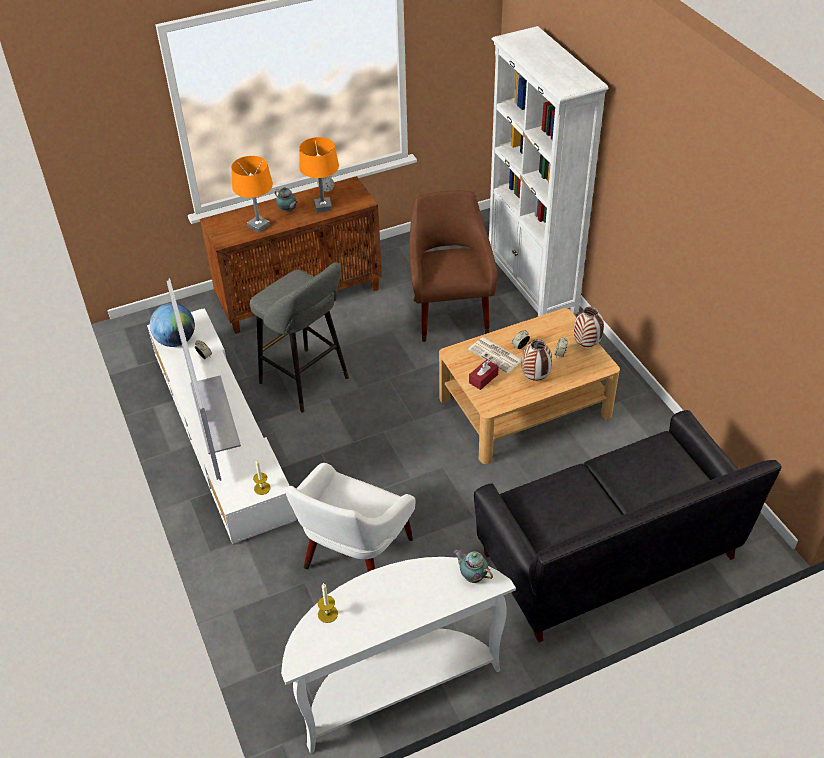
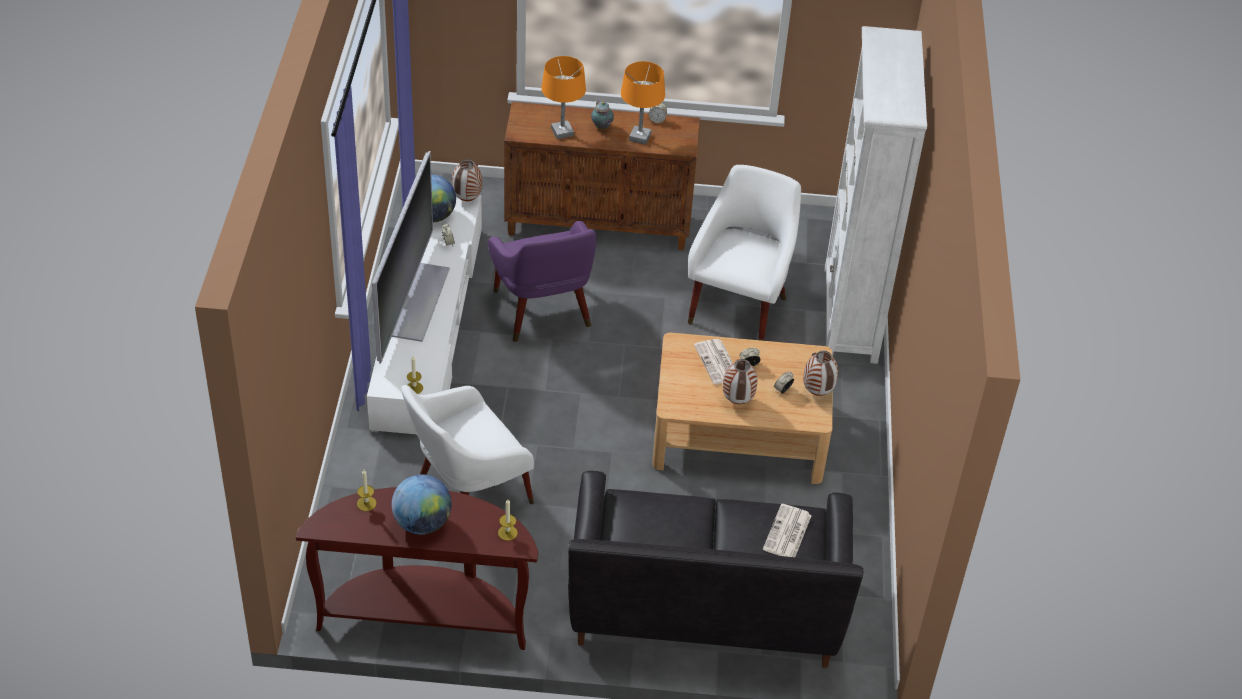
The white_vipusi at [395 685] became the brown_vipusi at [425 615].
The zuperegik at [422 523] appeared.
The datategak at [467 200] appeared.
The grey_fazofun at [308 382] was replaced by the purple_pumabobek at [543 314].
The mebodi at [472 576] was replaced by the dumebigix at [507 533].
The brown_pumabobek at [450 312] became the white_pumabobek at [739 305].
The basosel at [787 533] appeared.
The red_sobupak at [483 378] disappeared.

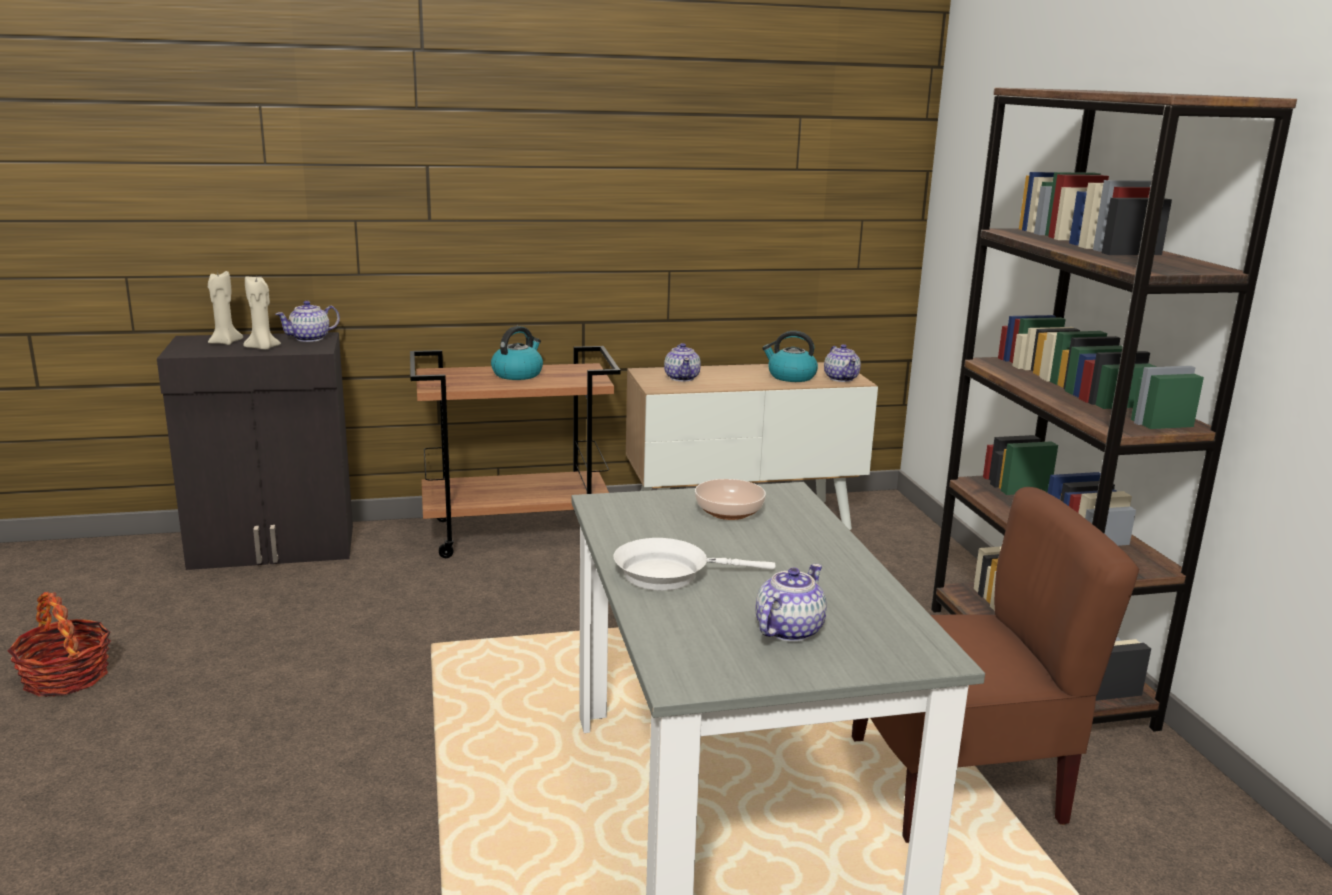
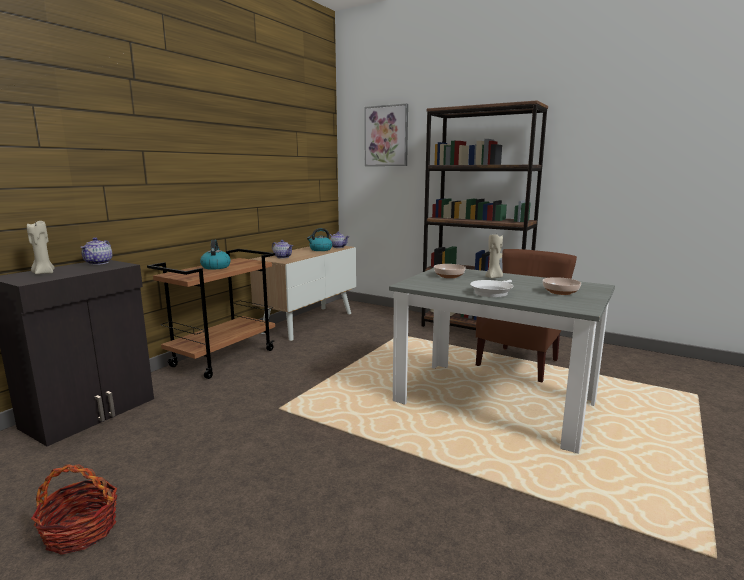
The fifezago at [386 136] appeared.
The beige_dumebigix moved from [263 348] to [493 277].
The mebodi at [787 630] was replaced by the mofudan at [560 292].

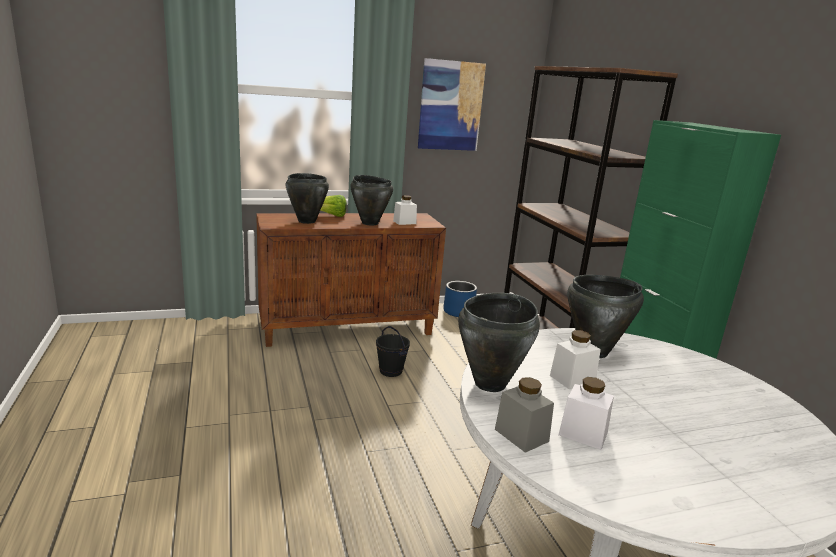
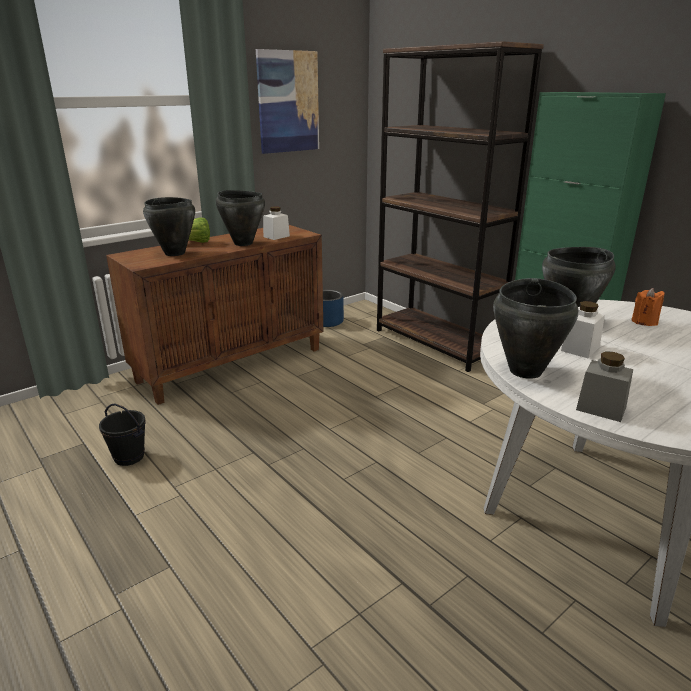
The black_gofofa moved from [391 371] to [129 457].
The orange_dumebigix at [644 322] appeared.
The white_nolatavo at [583 434] disappeared.

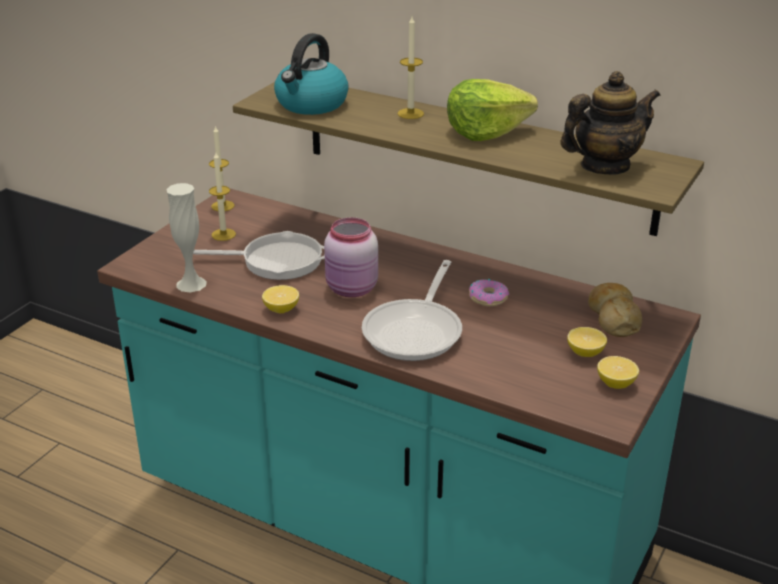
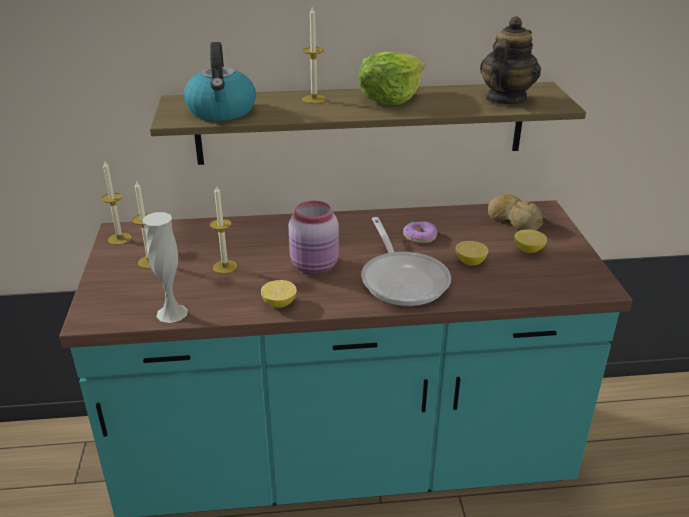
The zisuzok at [276 261] was replaced by the dumebigix at [225 267].
The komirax moved from [615 383] to [470 262].

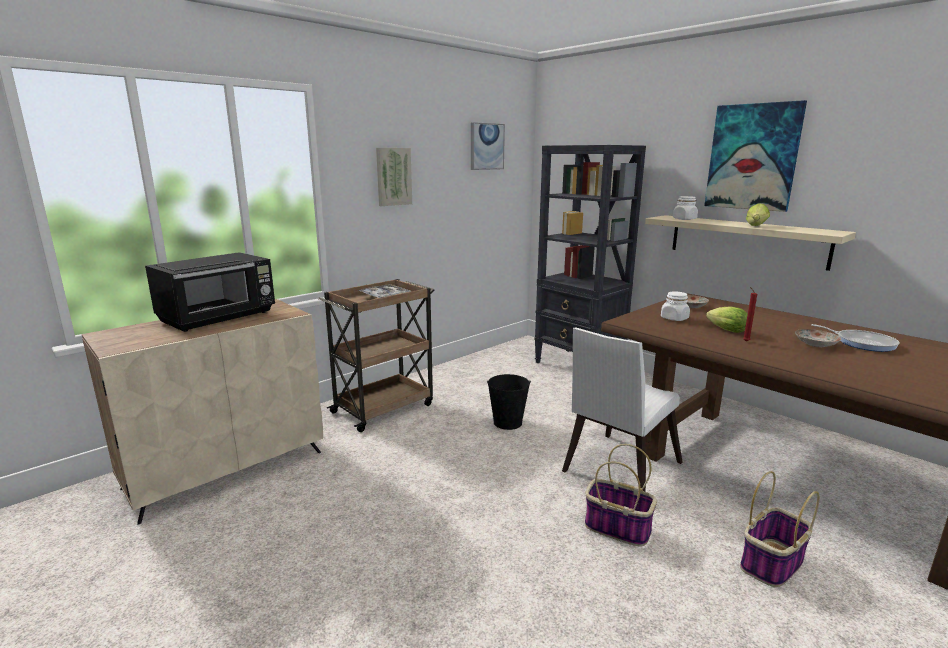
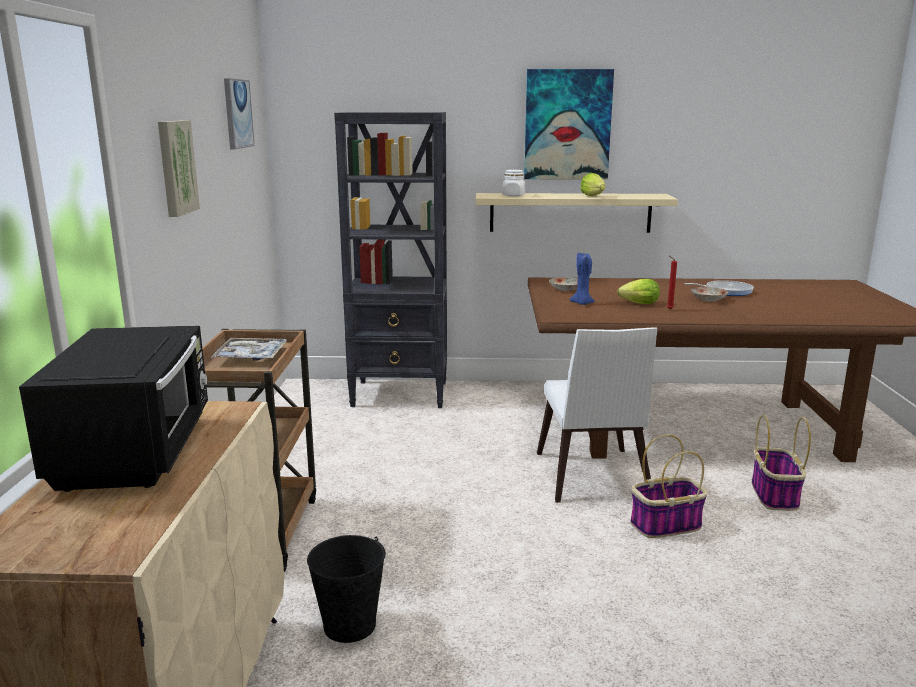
The black_gofofa moved from [507 422] to [349 625].
The white_nolatavo at [674 318] was replaced by the blue_dumebigix at [582 303].

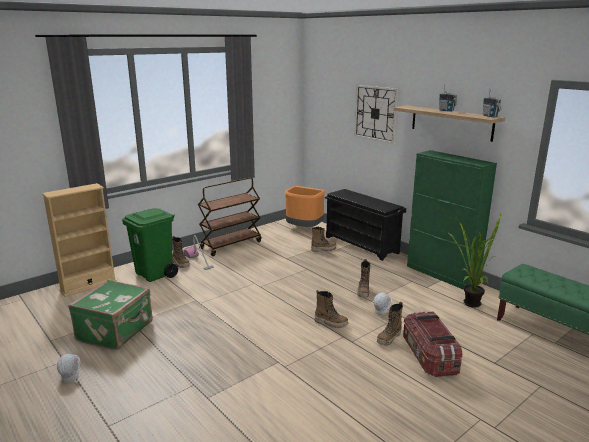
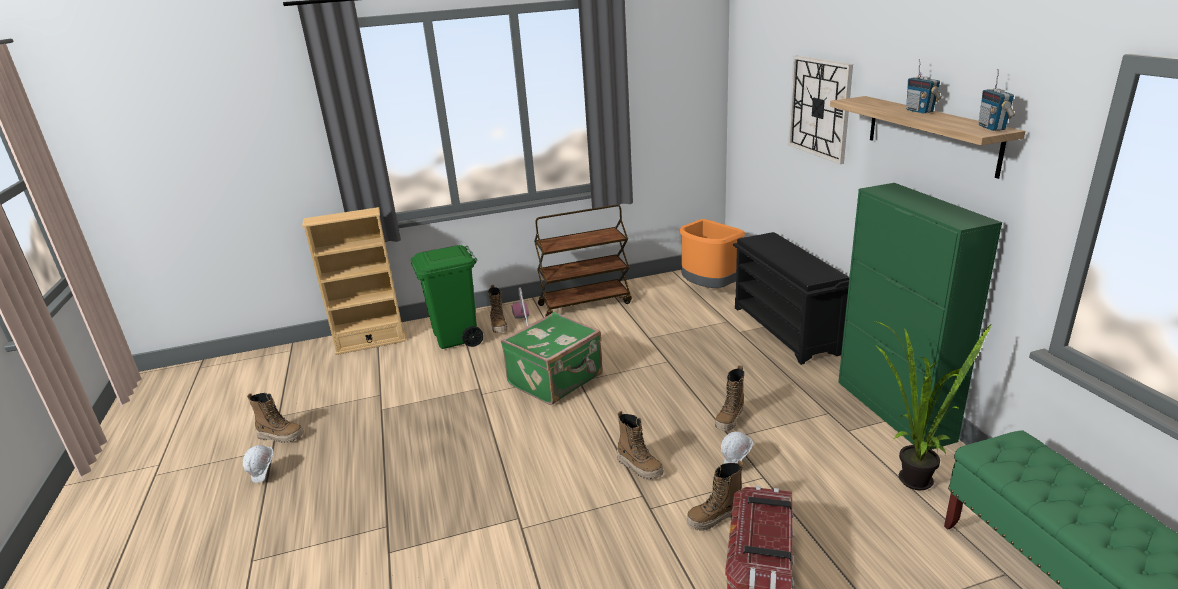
The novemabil moved from [323 249] to [281 436].
The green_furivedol moved from [116 331] to [556 380].

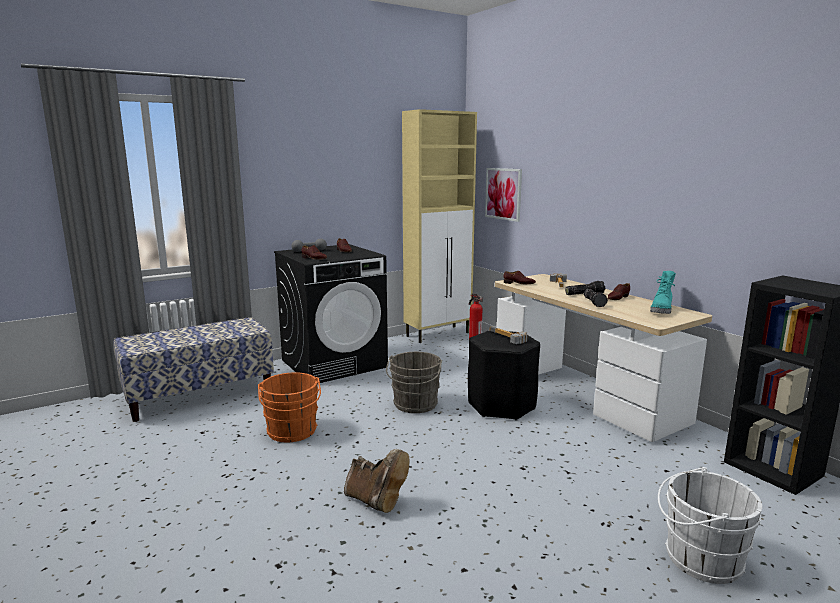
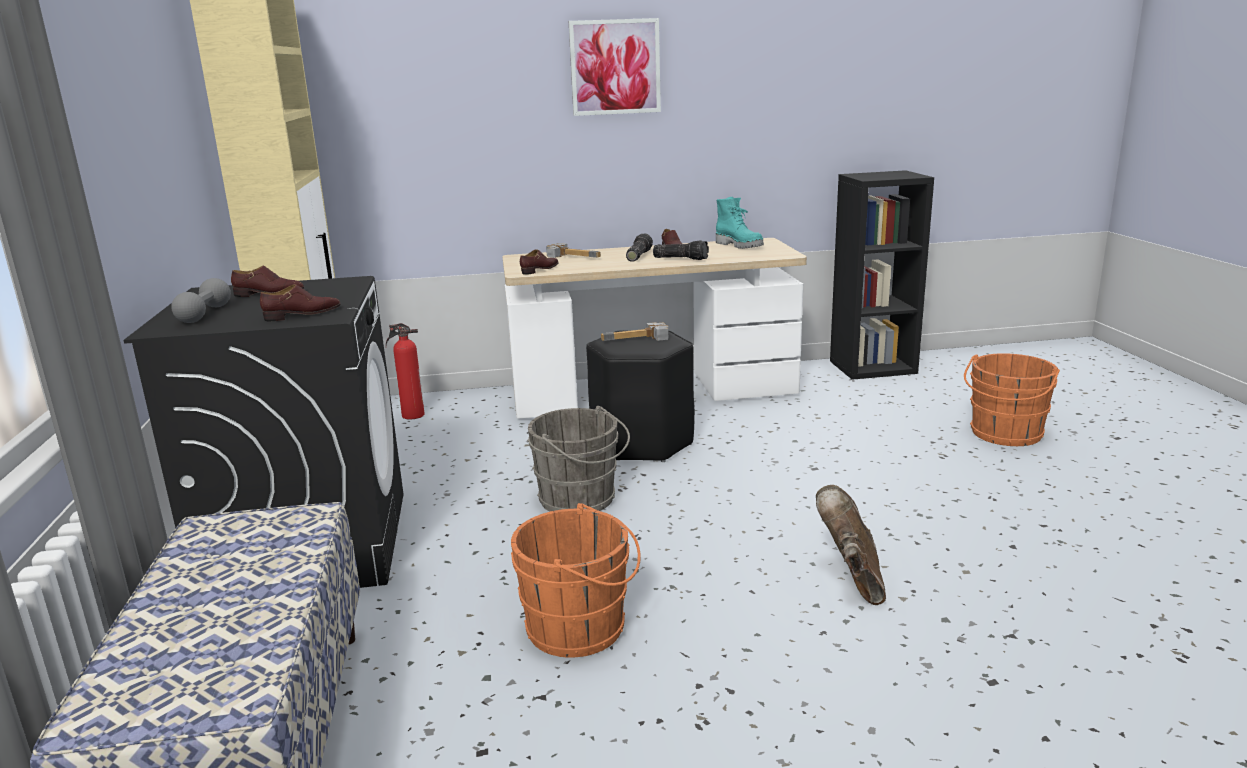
The fifezago moved from [503 194] to [615 67].
The brown_novemabil at [376 501] turned 60 degrees counterclockwise.
The white_gofofa at [698 558] became the orange_gofofa at [1004 435].

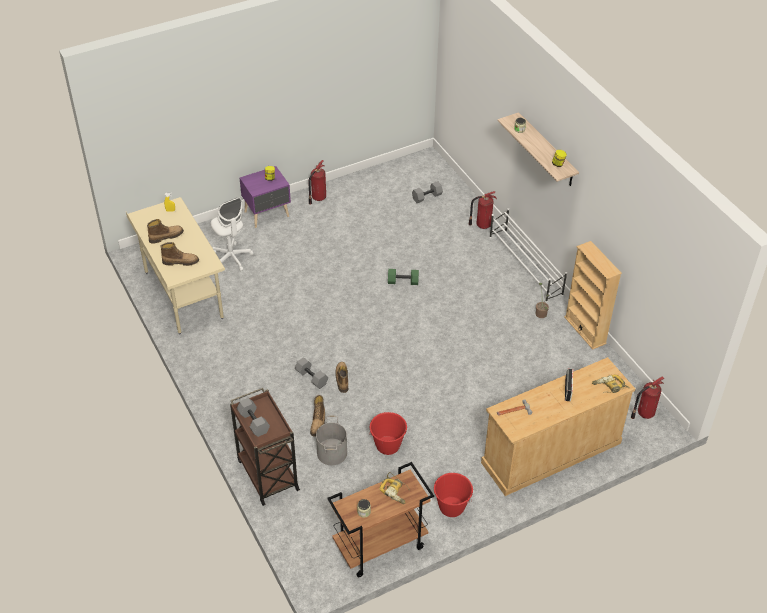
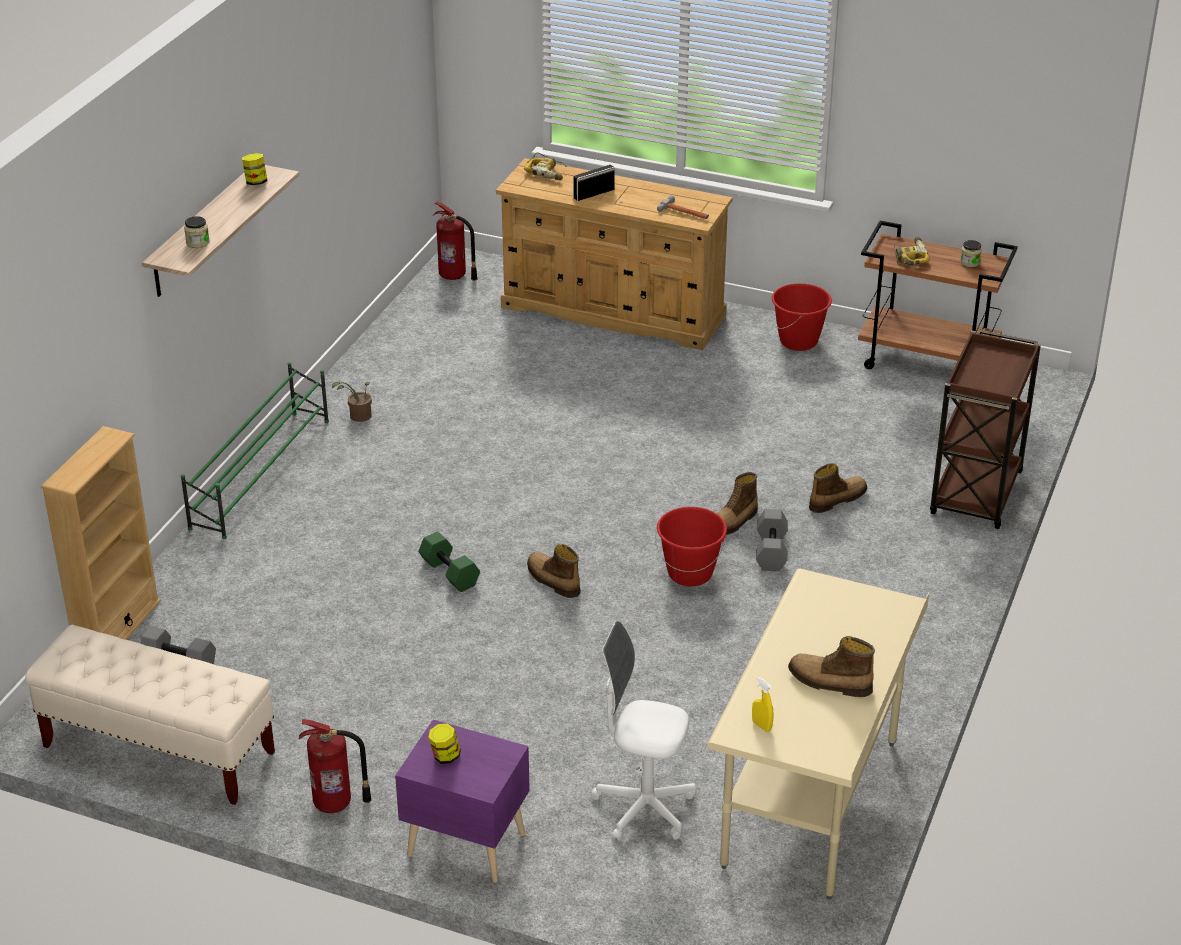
The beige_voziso at [158 750] appeared.
The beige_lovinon moved from [585 330] to [117 628].
The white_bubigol at [525 266] became the green_bubigol at [262 473].
The novemabil moved from [181 261] to [552 581].
The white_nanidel at [231 258] turned 90 degrees counterclockwise.
The red_gofofa moved from [388 446] to [690 573].
The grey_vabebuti at [253 422] disappeared.
The grey_gofofa at [331 453] disappeared.
The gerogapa at [482 225] disappeared.

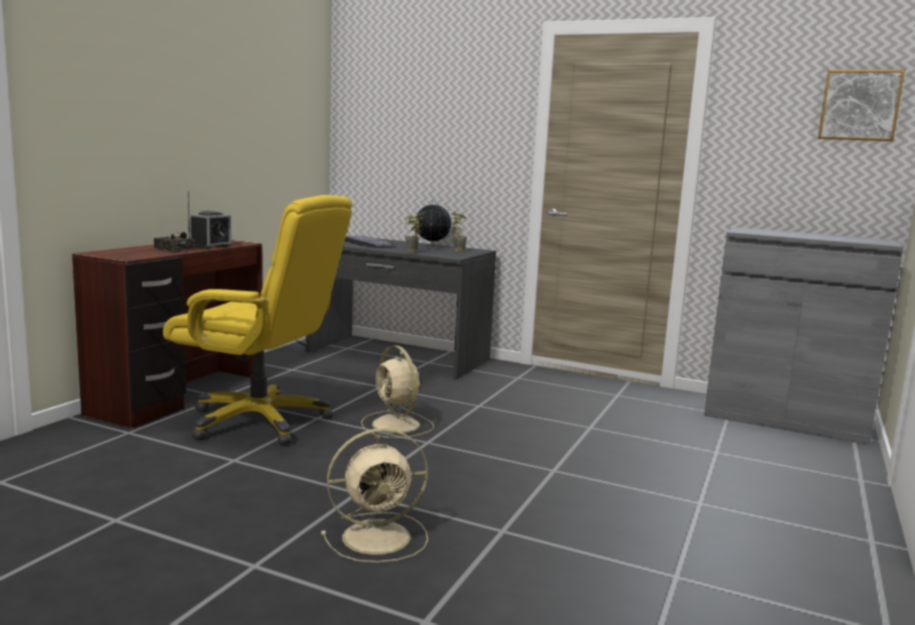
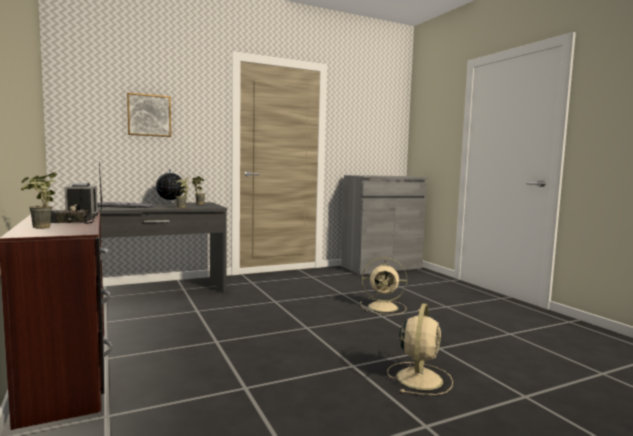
The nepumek at [40 228] appeared.
The fifezago moved from [859 105] to [149 115].
The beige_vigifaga moved from [397 425] to [384 307].
The yellow_nanidel at [260 421] disappeared.

